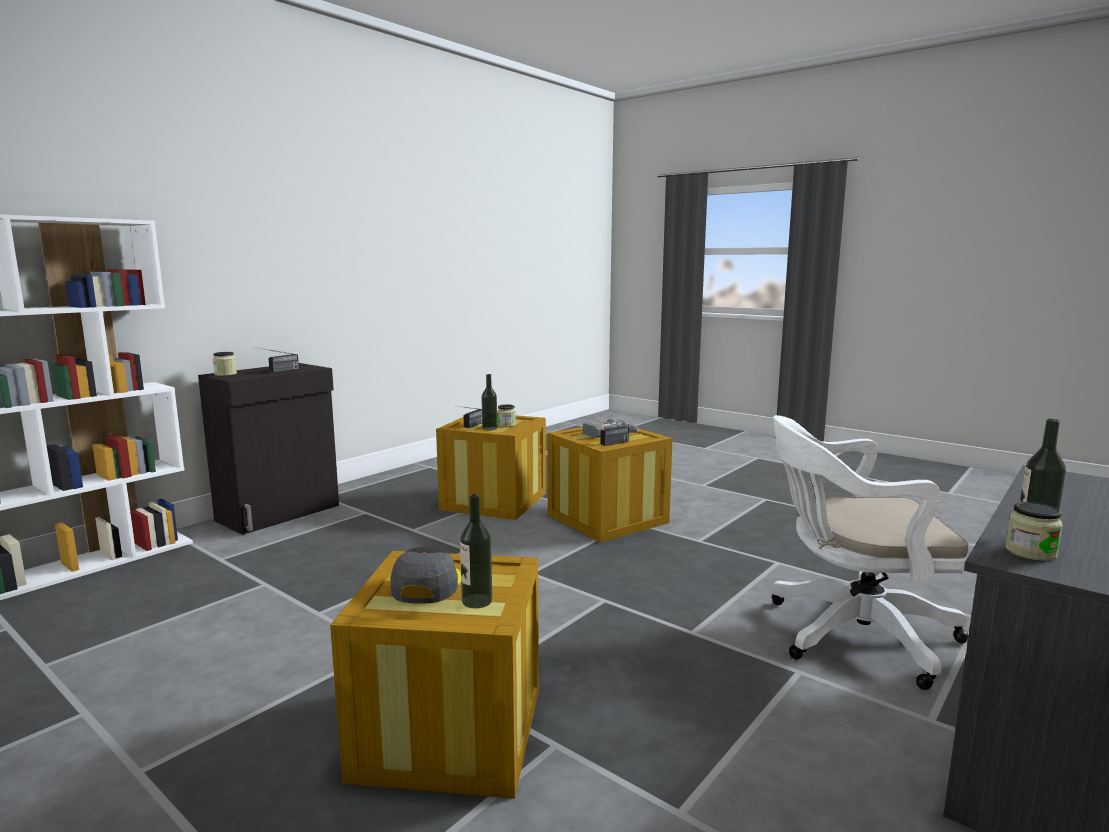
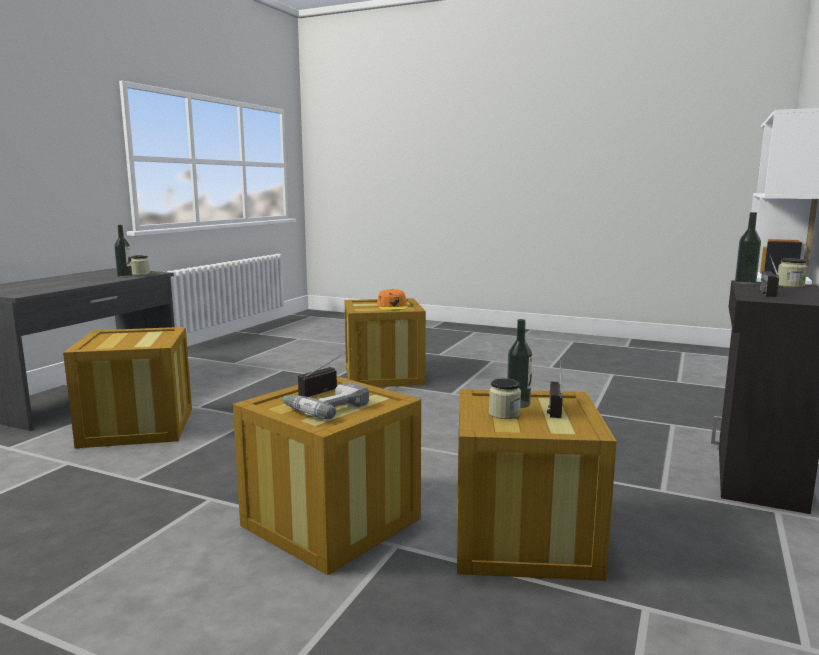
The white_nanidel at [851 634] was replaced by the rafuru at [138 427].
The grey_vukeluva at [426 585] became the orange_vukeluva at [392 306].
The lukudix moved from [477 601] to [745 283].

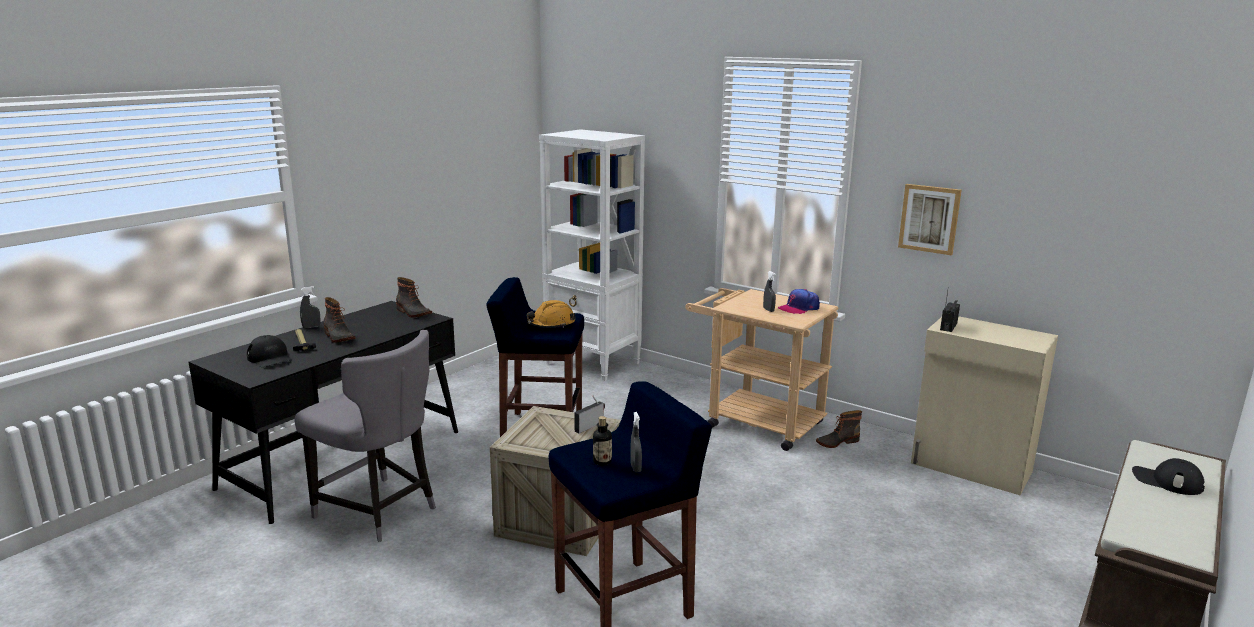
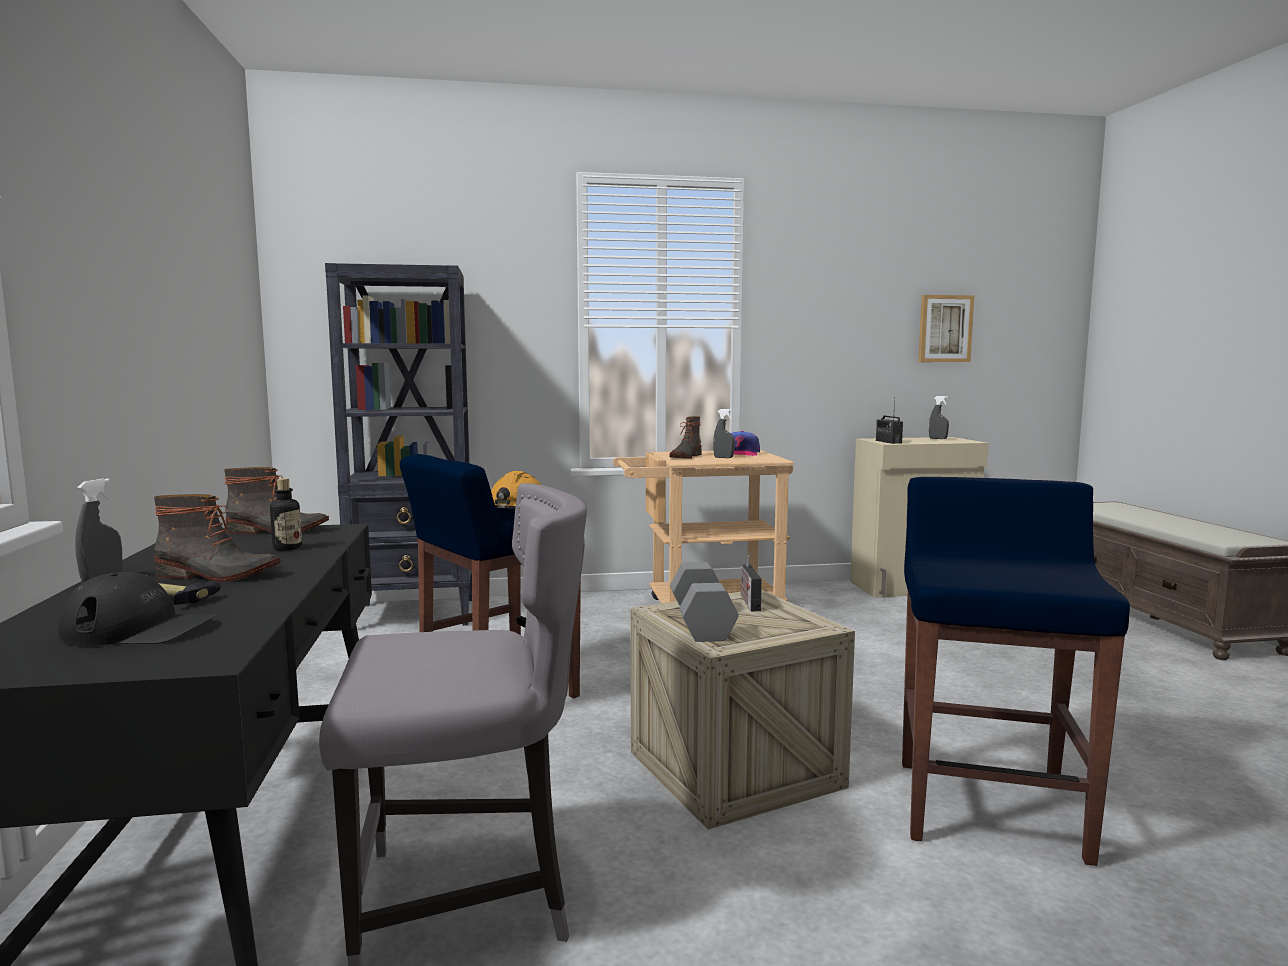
The lukudix moved from [602 461] to [287 548].
The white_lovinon at [593 363] became the black_lovinon at [415 614].
The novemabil moved from [836 442] to [685 456].
The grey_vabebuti at [700 622] appeared.
The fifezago moved from [929 218] to [944 329].
The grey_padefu moved from [635 468] to [938 438].
The black_vukeluva at [1166 481] disappeared.

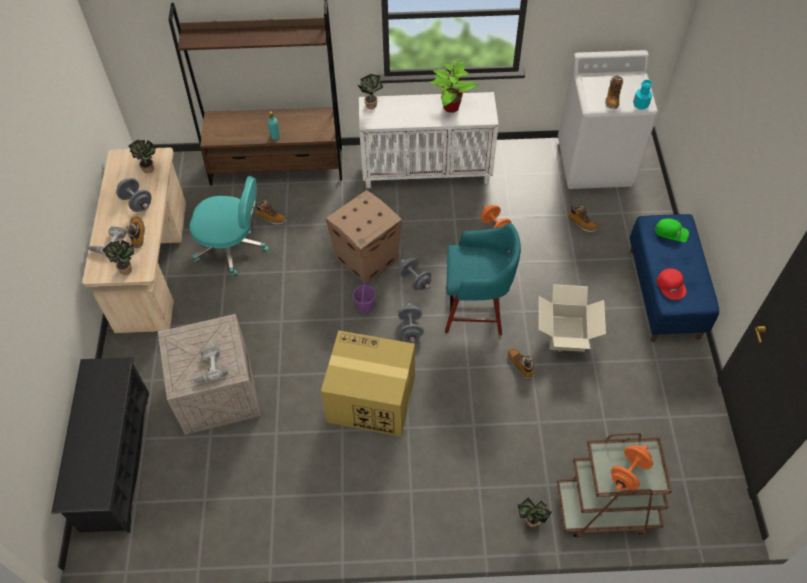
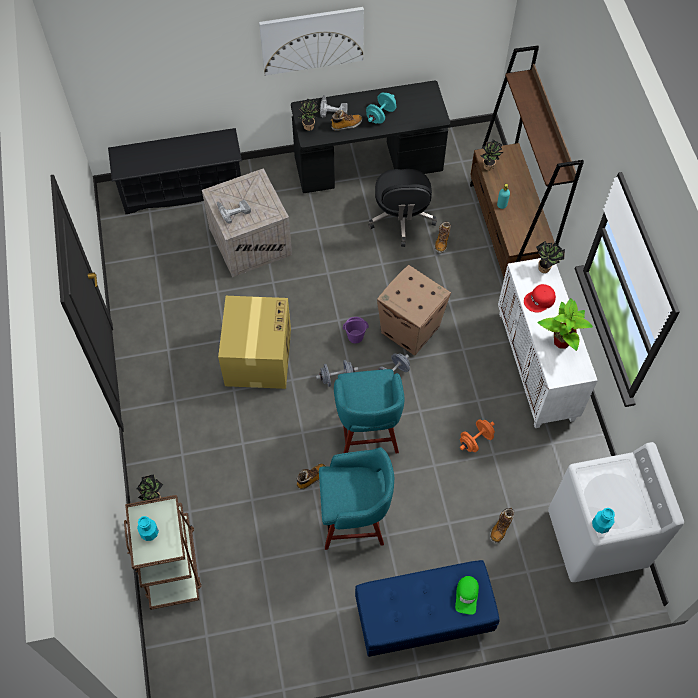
The orange_vabebuti at [628 473] was replaced by the turquoise_lukudix at [149 532].
The fifezago at [312 40] appeared.
The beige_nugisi at [152 266] became the black_nugisi at [368 165].
The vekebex at [566 333] was replaced by the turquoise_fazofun at [355 519].
The grey_vabebuti at [137 202] became the turquoise_vabebuti at [381 115].
The turquoise_nanidel at [232 247] became the black_nanidel at [401 219].
The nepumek moved from [150 168] to [489 167].
The red_vukeluva moved from [671 285] to [539 300].
The novemabil at [612 99] disappeared.

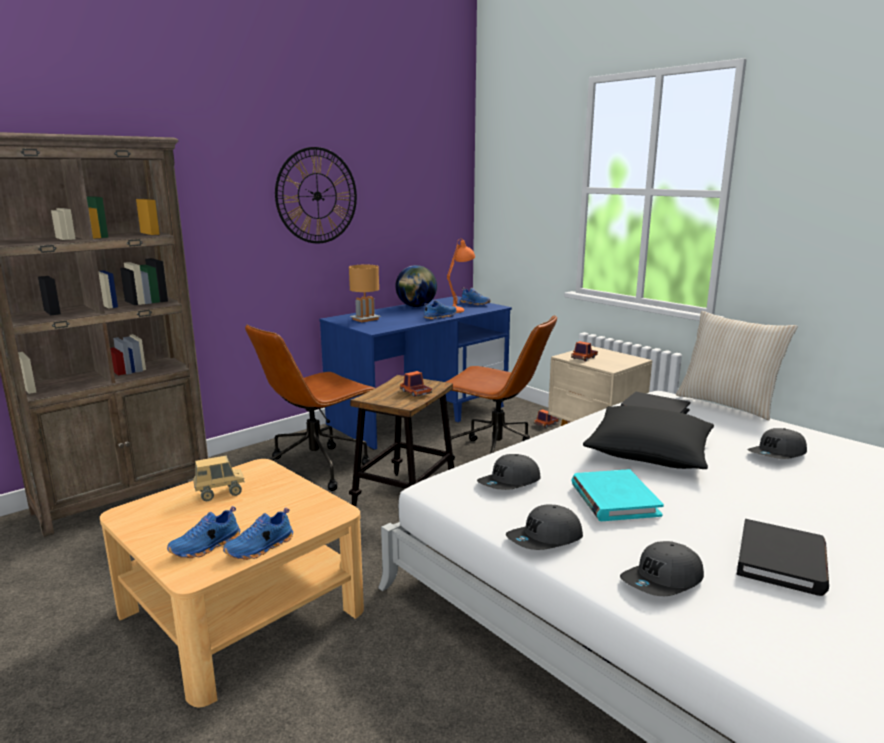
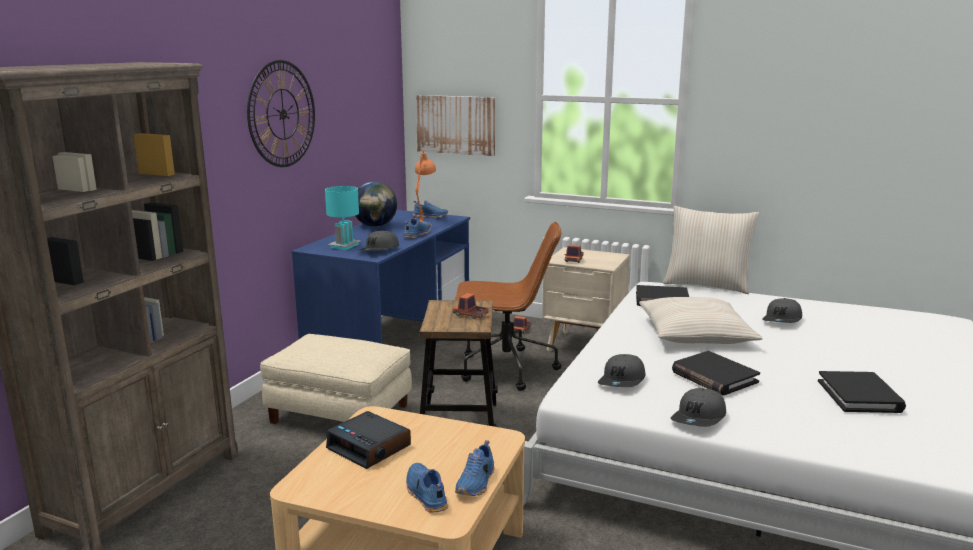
The brown_nanidel at [316 468] was replaced by the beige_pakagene at [339 414].
The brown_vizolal at [365 319] became the turquoise_vizolal at [344 246].
The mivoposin at [220 493] was replaced by the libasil at [370 447].
The grey_vukeluva moved from [663 581] to [379 250].
The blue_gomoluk at [206 547] turned 135 degrees clockwise.
The fifezago at [456 124] appeared.
The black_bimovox at [649 451] became the beige_bimovox at [695 334].
The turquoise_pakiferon at [614 499] became the black_pakiferon at [714 377].

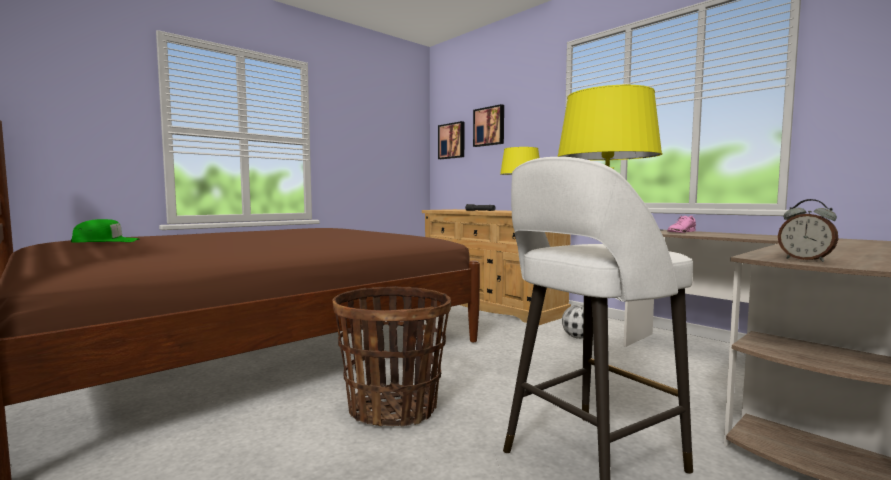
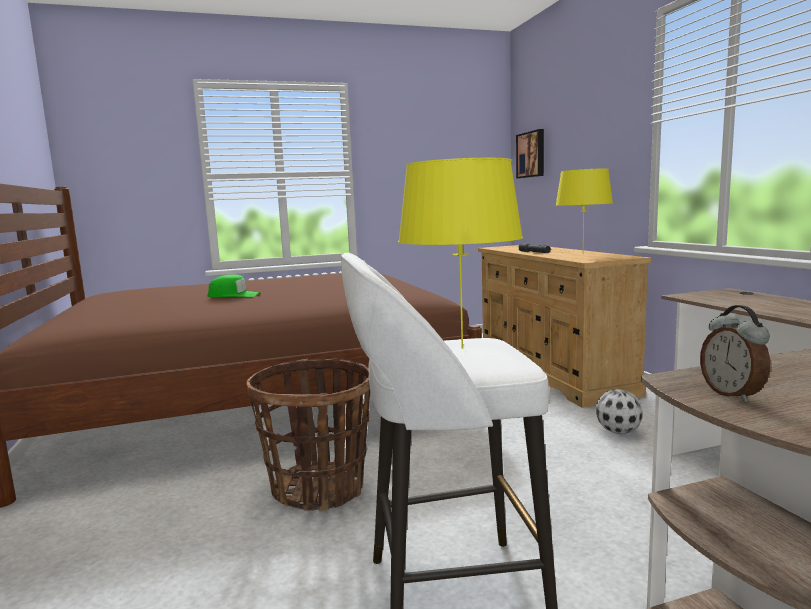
The green_vukeluva moved from [106 241] to [234 295].
The fifezago at [489 126] disappeared.
The pink_gomoluk at [681 232] disappeared.

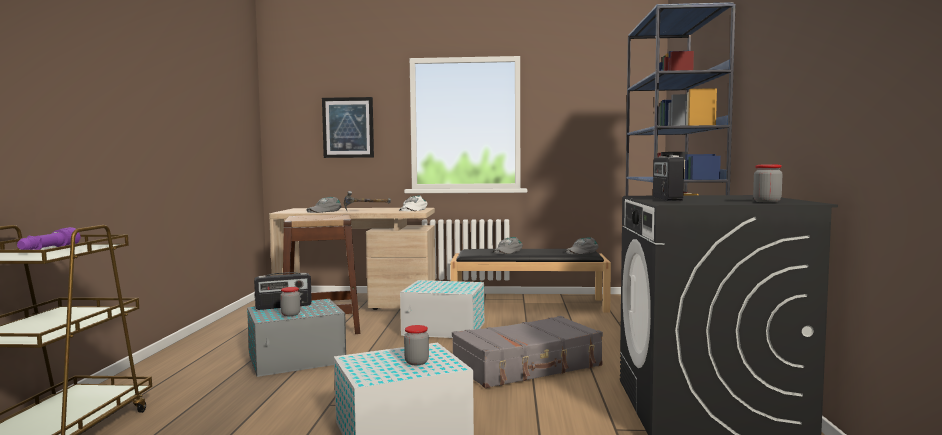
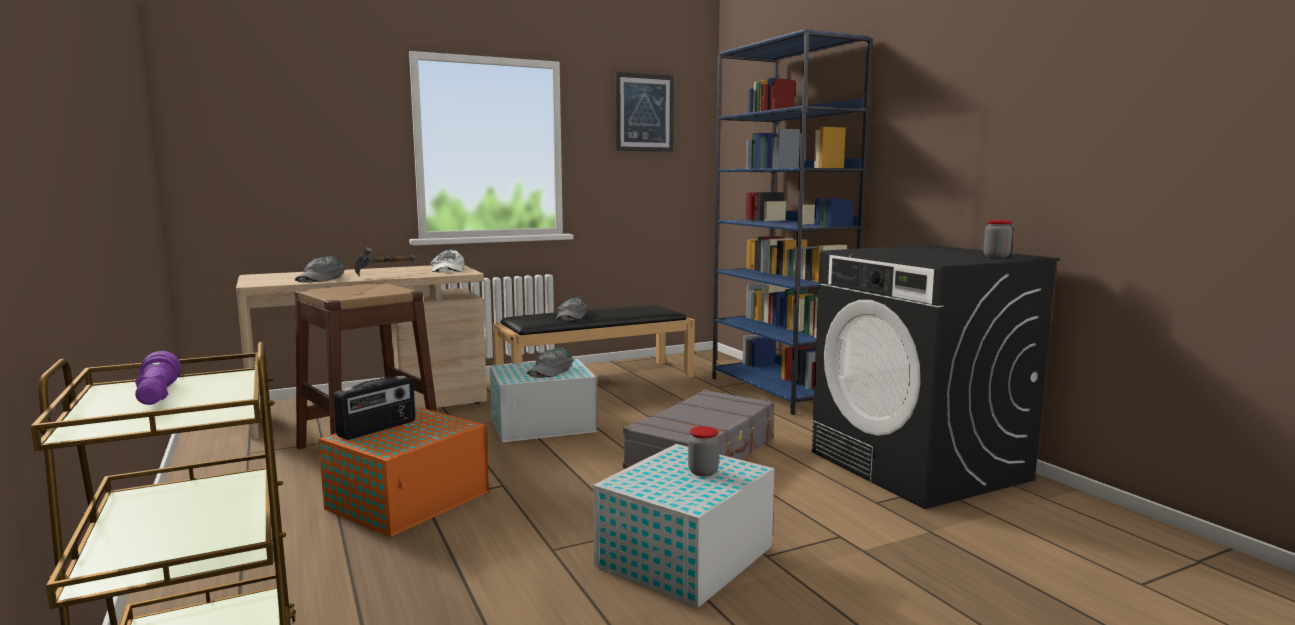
The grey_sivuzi at [298 359] became the orange_sivuzi at [411 500].
The grey_vukeluva moved from [581 251] to [549 370].
The fifezago moved from [348 127] to [644 113].
The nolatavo at [290 314] disappeared.
The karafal at [666 198] disappeared.

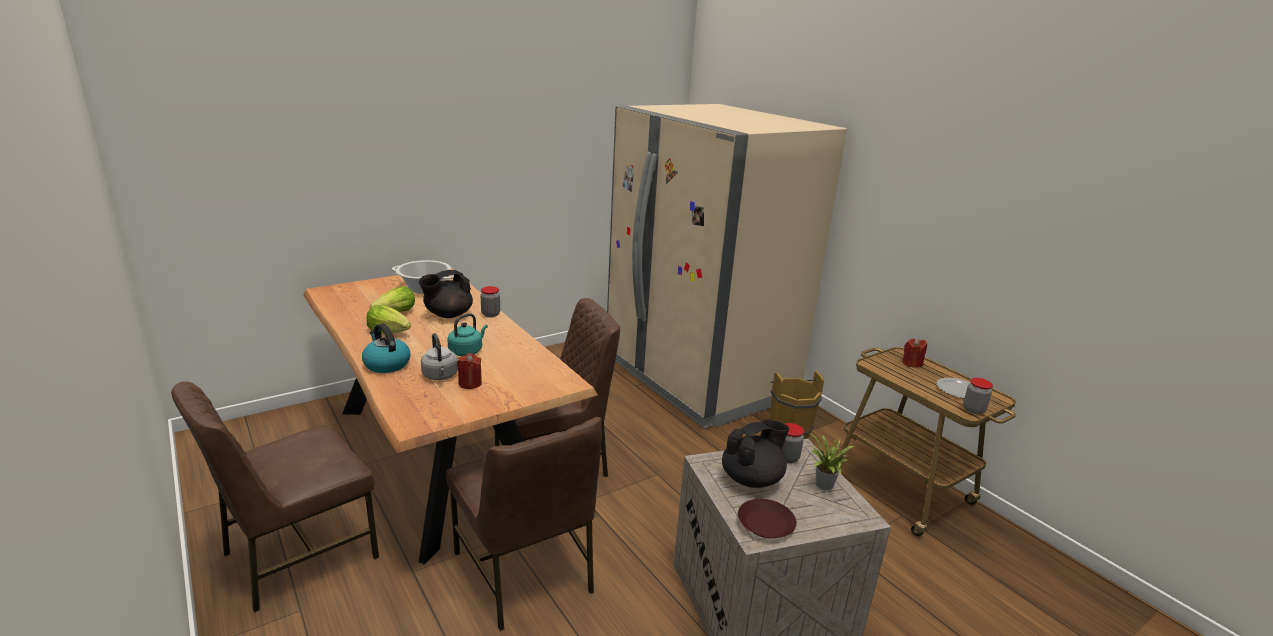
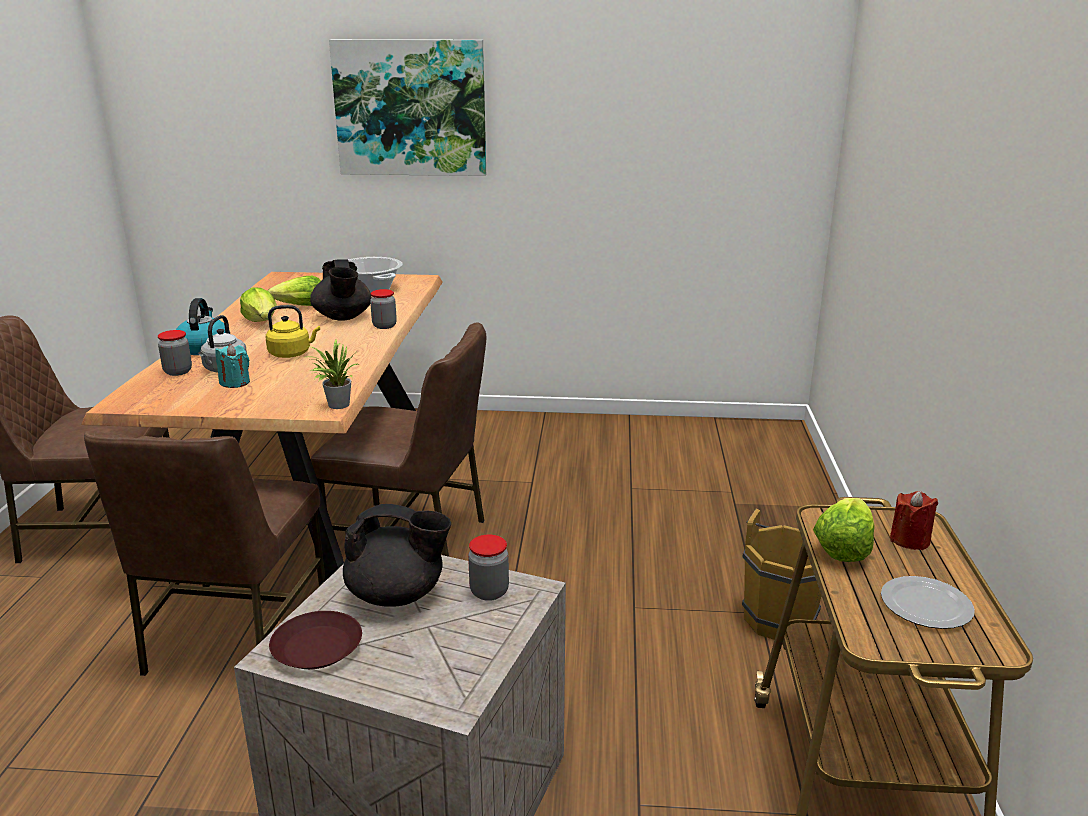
The nolatavo moved from [973 410] to [178 372].
The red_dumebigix at [470 383] became the turquoise_dumebigix at [235 383].
The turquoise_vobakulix at [467 351] became the yellow_vobakulix at [292 354].
The nepumek moved from [823 486] to [335 405].
The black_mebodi at [448 314] turned 105 degrees counterclockwise.
The fifezago at [410 108] appeared.
The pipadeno at [843 547] appeared.
The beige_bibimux at [698 377] disappeared.

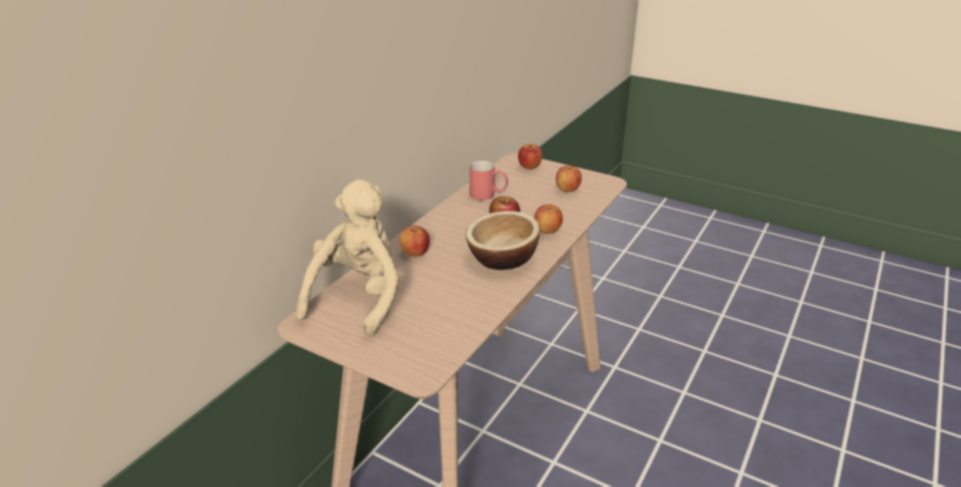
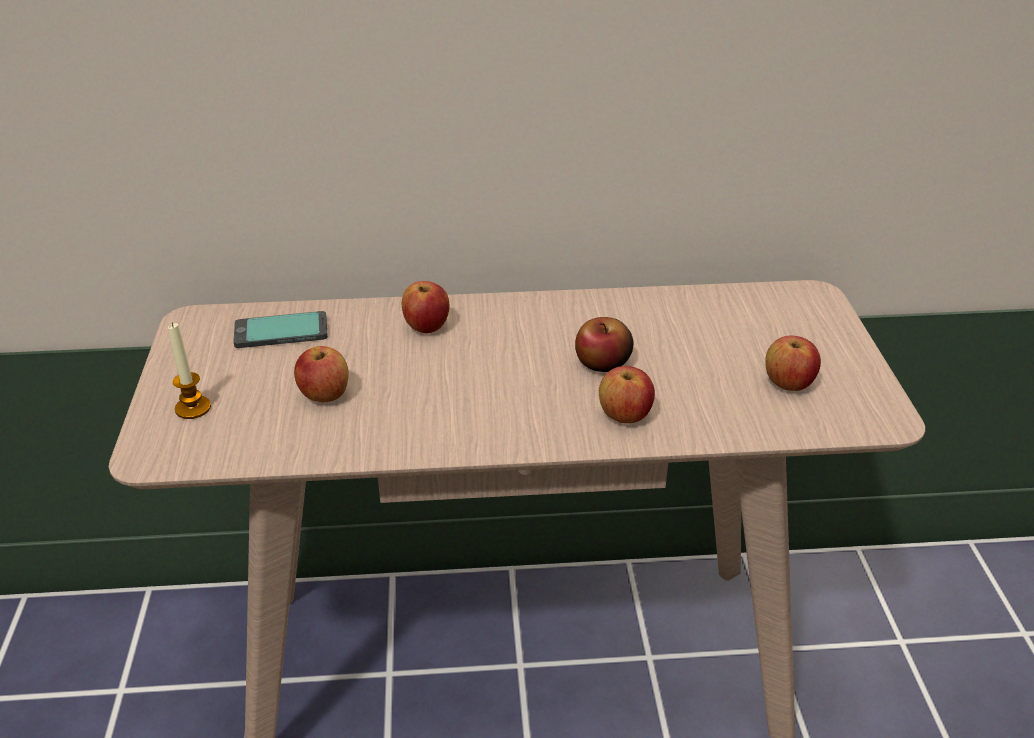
The dumebigix at [193 408] appeared.
The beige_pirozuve at [358 298] was replaced by the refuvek at [281 332].
The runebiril moved from [529 167] to [324 396].
The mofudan at [502 258] disappeared.
The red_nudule at [488 195] disappeared.

